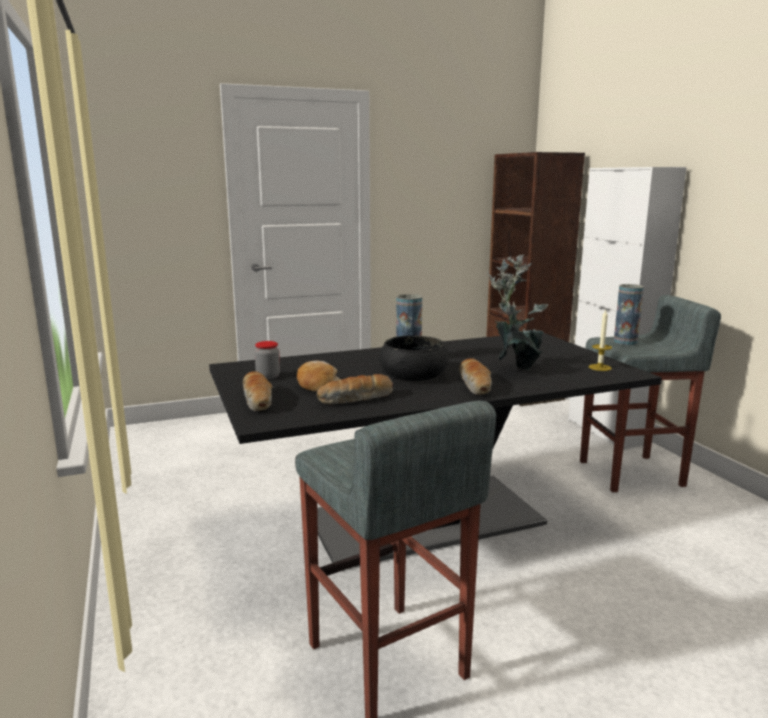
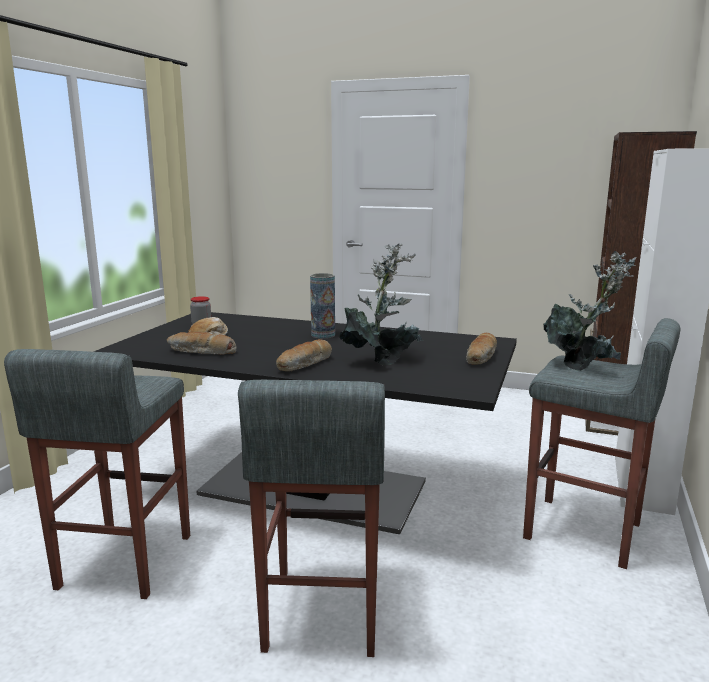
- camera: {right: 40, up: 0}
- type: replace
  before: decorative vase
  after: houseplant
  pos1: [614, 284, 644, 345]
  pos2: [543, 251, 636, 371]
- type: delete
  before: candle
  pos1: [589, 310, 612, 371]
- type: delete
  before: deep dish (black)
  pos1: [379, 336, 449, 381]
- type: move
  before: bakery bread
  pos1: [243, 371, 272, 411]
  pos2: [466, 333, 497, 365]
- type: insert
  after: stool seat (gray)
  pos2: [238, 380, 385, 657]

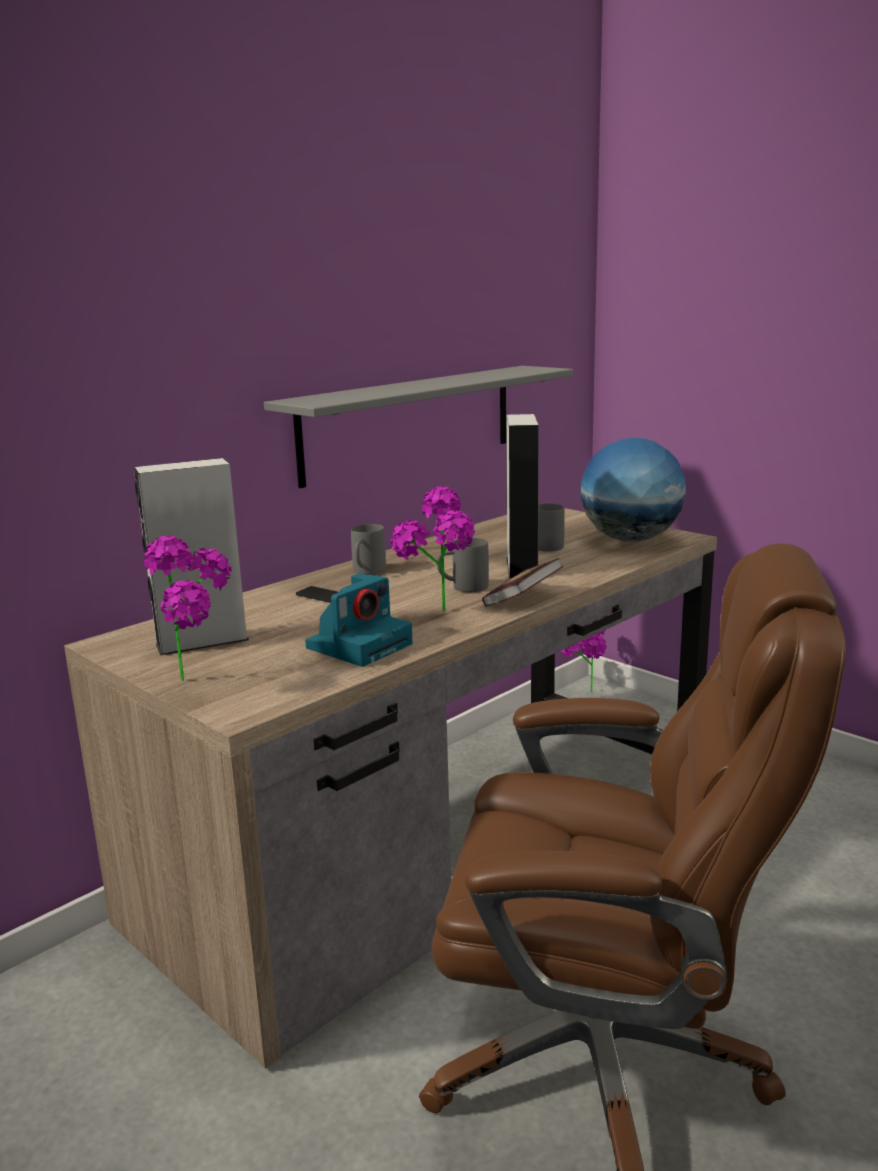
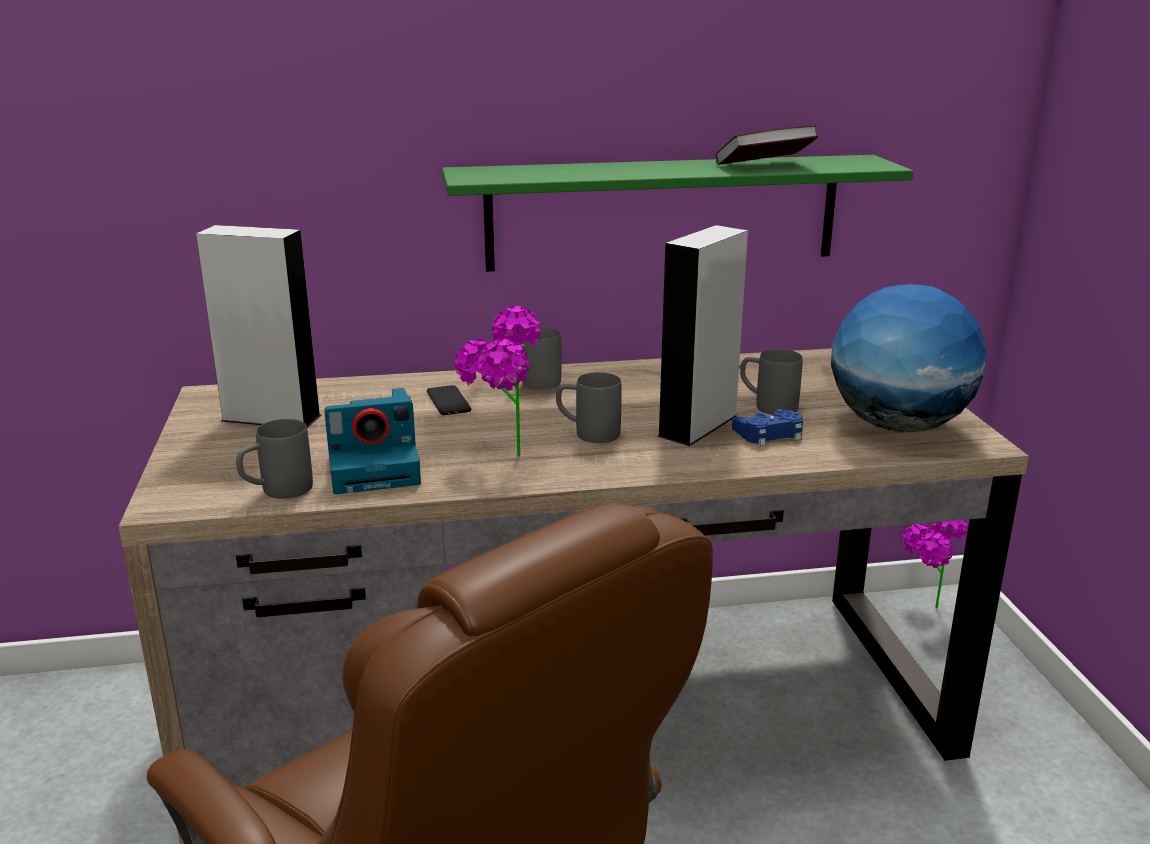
- camera: {right: 35, up: 5}
- type: recolor
  before: wall shelf (gray)
  after: wall shelf (green)
  pos1: [264, 366, 573, 488]
  pos2: [442, 155, 913, 272]
- type: delete
  before: houseplant
  pos1: [144, 536, 232, 681]
- type: move
  before: volume
  pos1: [482, 558, 563, 607]
  pos2: [716, 125, 819, 165]
- type: insert
  after: joypad (blue)
  pos2: [732, 409, 803, 446]
- type: insert
  after: tea mug (gray)
  pos2: [236, 419, 313, 499]

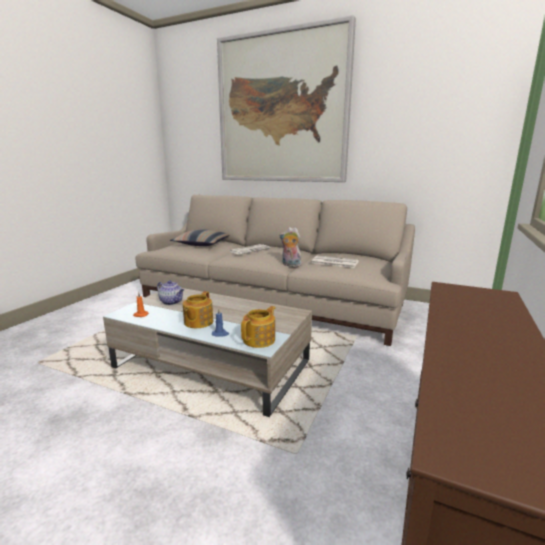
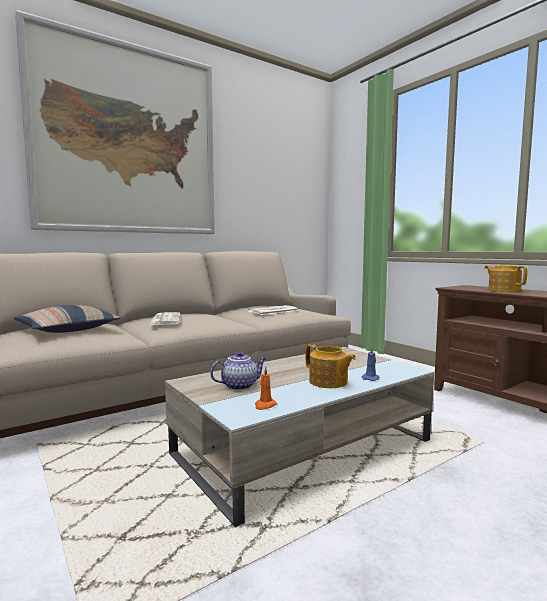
- camera: {right: -60, up: -10}
- type: delete
  before: cuddly toy
  pos1: [280, 227, 302, 267]
- type: move
  before: pot for tea
  pos1: [241, 306, 275, 348]
  pos2: [485, 265, 528, 292]

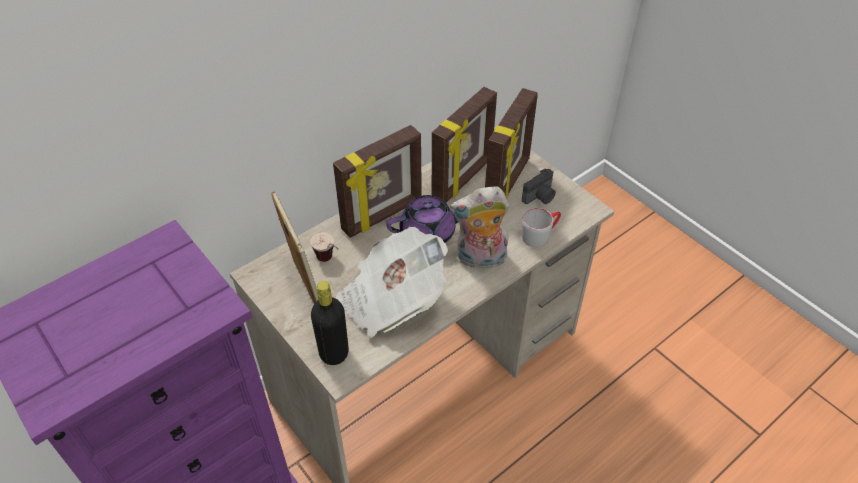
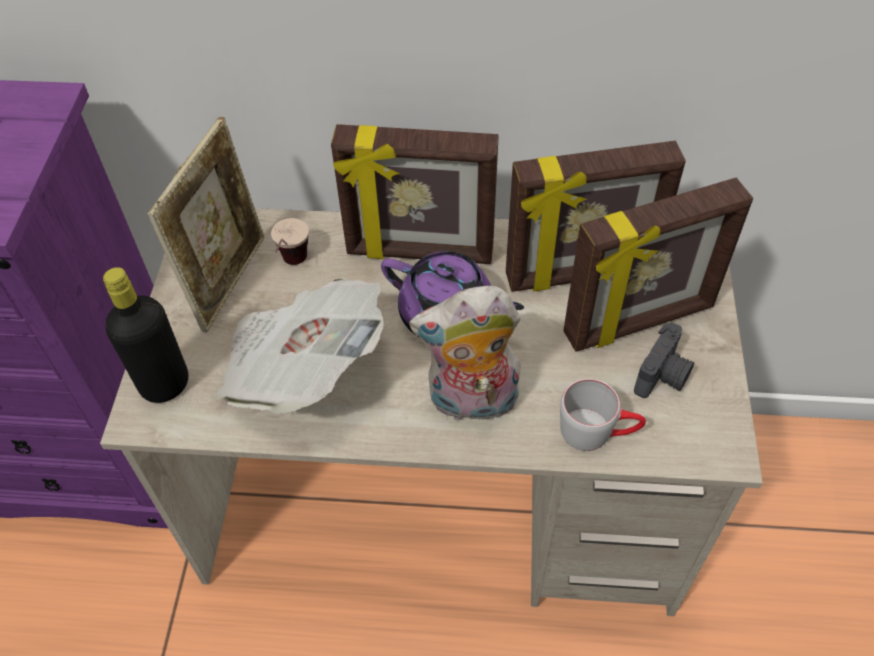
- camera: {right: 45, up: 5}
- type: rotate
  before: still camera
  pos1: [522, 169, 556, 204]
  pos2: [634, 322, 694, 398]
  turn: -60
- type: rotate
  before: cuddly toy
  pos1: [450, 186, 509, 268]
  pos2: [409, 286, 521, 420]
  turn: -45

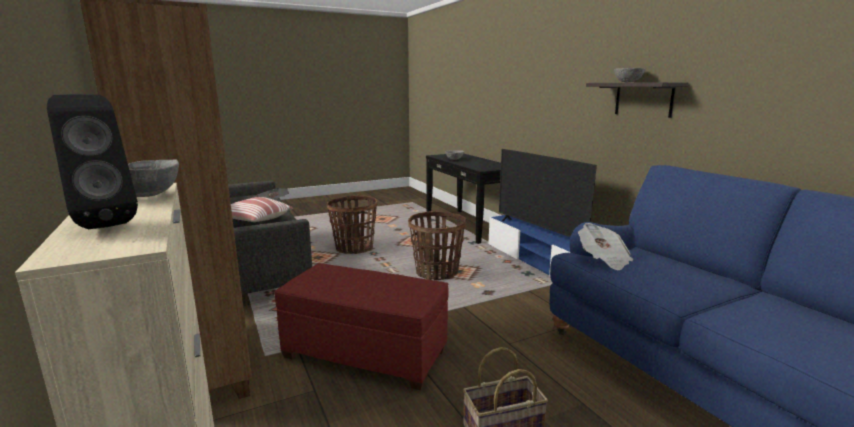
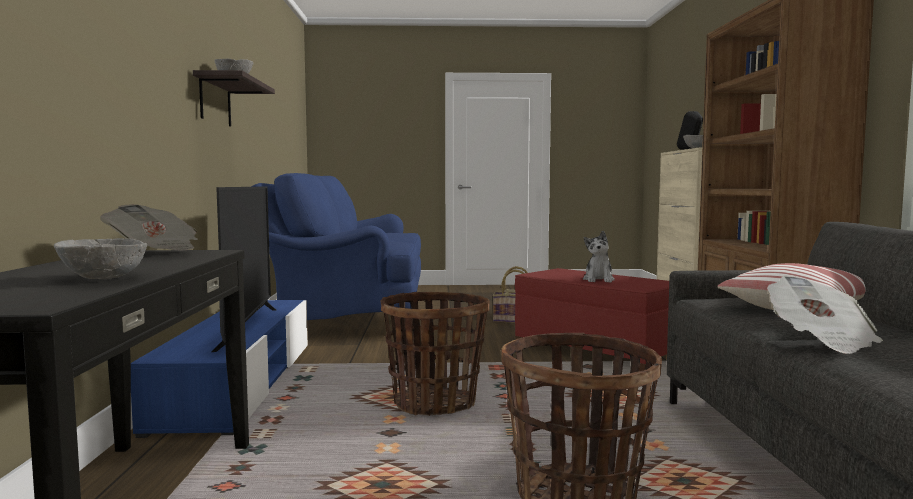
- camera: {right: -155, up: -10}
- type: move
  before: newspaper
  pos1: [578, 223, 633, 270]
  pos2: [100, 204, 198, 250]
- type: insert
  after: cuddly toy
  pos2: [583, 231, 615, 282]

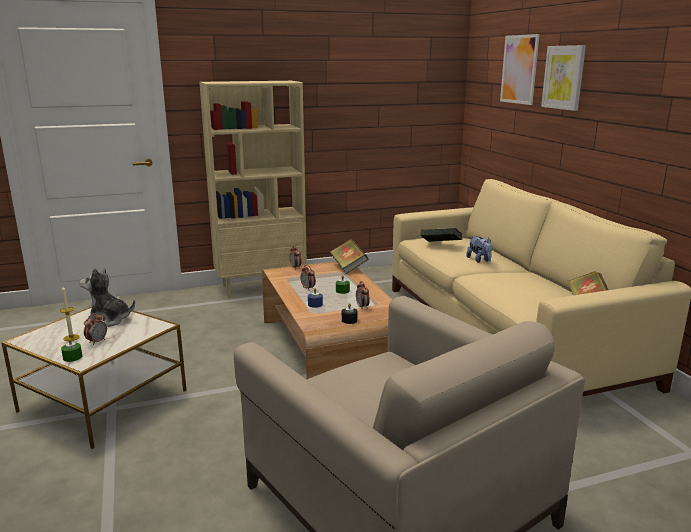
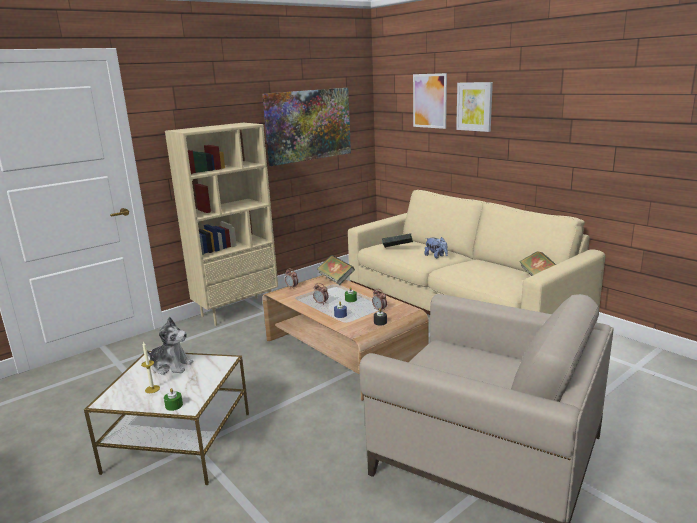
- camera: {right: -20, up: 0}
- type: rotate
  before: cuddly toy
  pos1: [79, 268, 135, 327]
  pos2: [147, 317, 193, 375]
  turn: -150
- type: delete
  before: alarm clock
  pos1: [84, 313, 107, 345]
- type: insert
  after: wall art
  pos2: [262, 88, 351, 166]

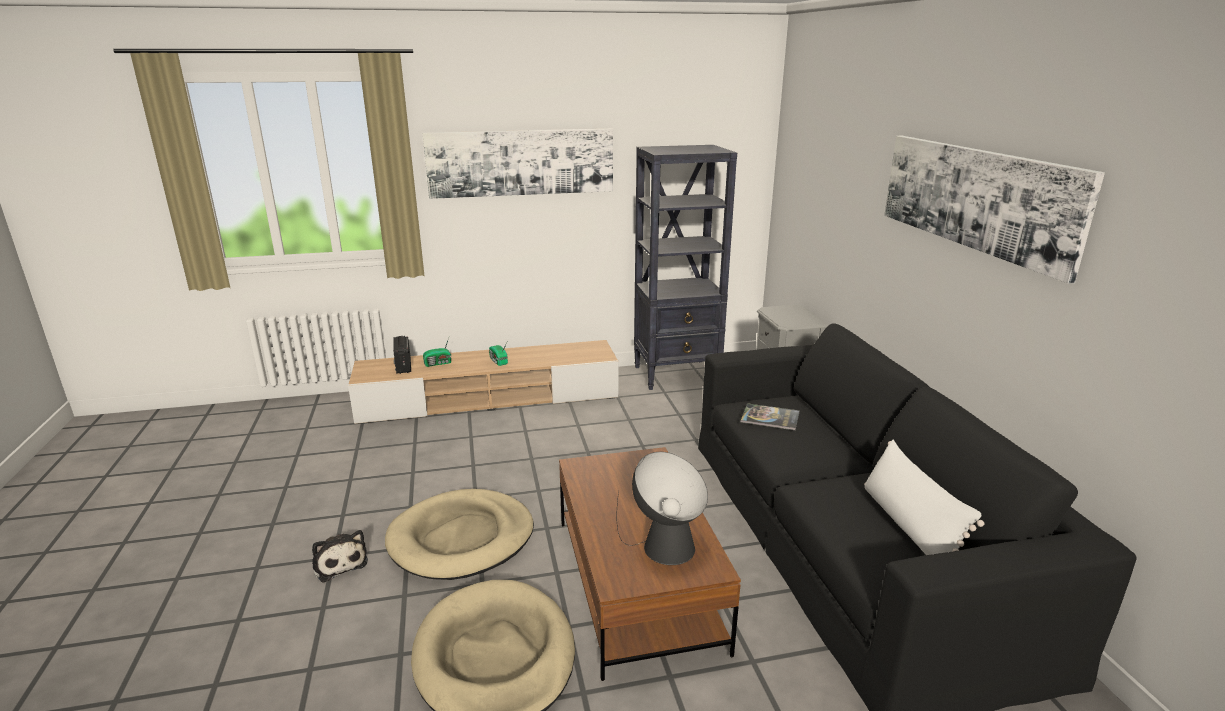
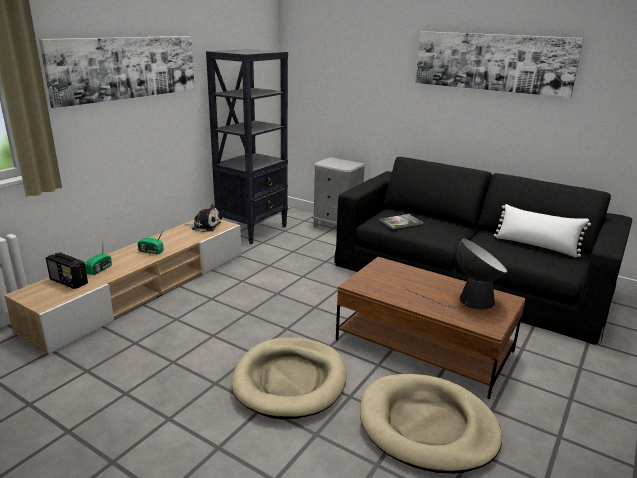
- camera: {right: -45, up: 0}
- type: move
  before: cuddly toy
  pos1: [312, 530, 368, 583]
  pos2: [184, 204, 221, 232]

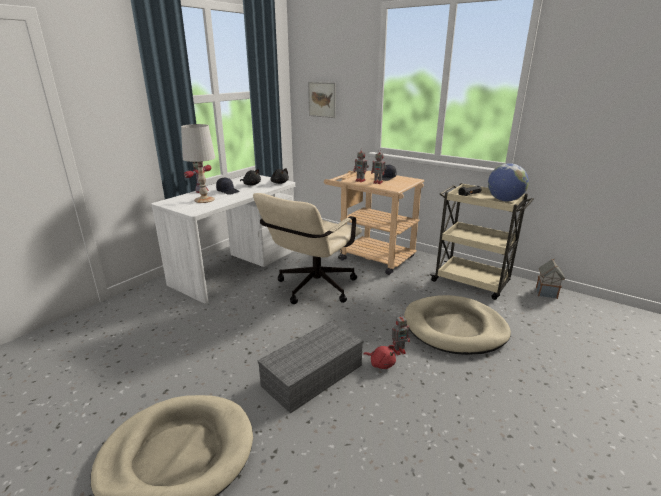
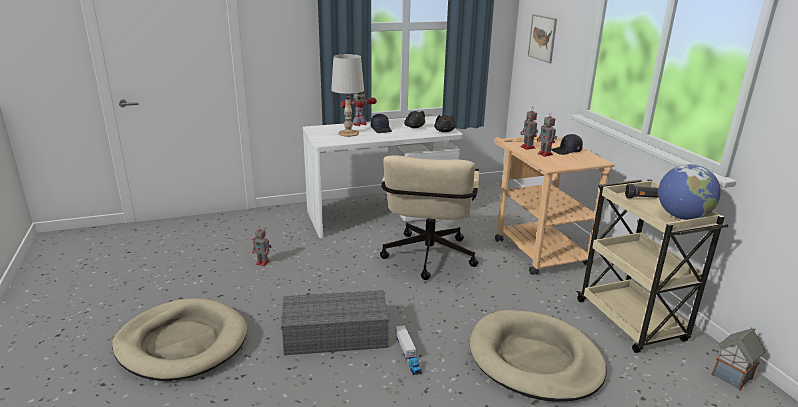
- camera: {right: 35, up: 0}
- type: rotate
  before: computer chair (sand-coloured)
  pos1: [253, 193, 362, 304]
  pos2: [380, 155, 479, 280]
  turn: -60
- type: move
  before: model robot
  pos1: [392, 314, 410, 355]
  pos2: [252, 228, 272, 266]
- type: replace
  before: cuddly toy (red)
  after: toy lorry
  pos1: [364, 345, 396, 369]
  pos2: [395, 325, 422, 375]

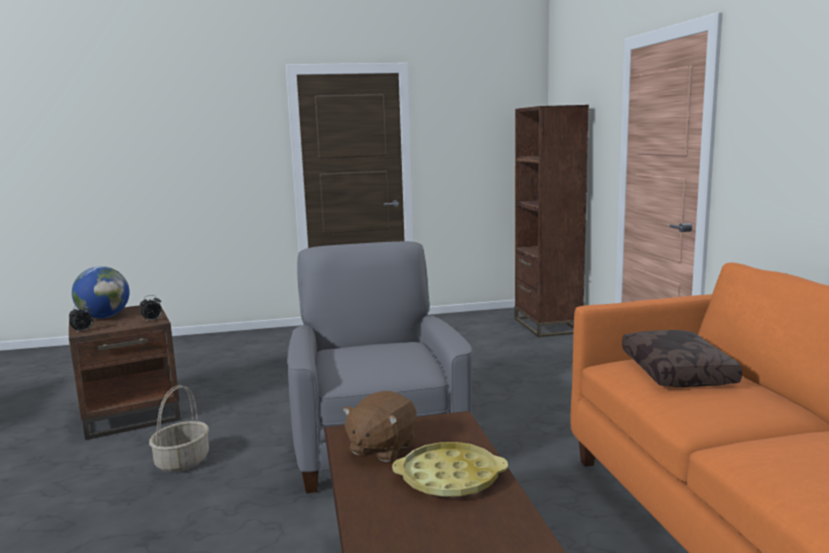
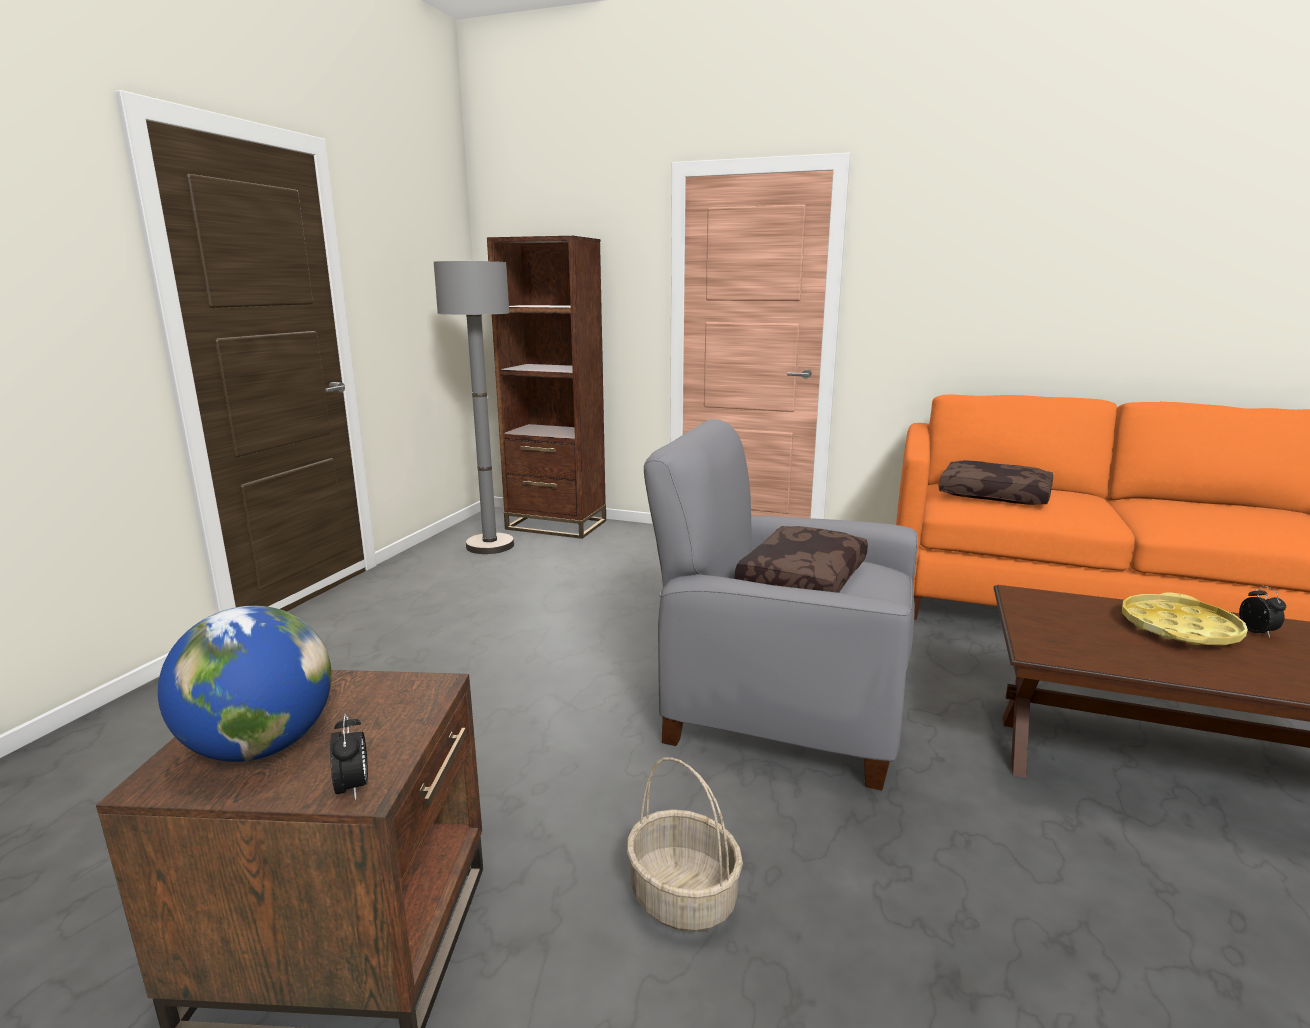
- camera: {right: -60, up: 5}
- type: move
  before: alarm clock
  pos1: [140, 295, 162, 322]
  pos2: [1239, 586, 1286, 638]
- type: delete
  before: cuddly toy (brown)
  pos1: [342, 391, 417, 462]
- type: insert
  after: standing lamp (gray)
  pos2: [434, 261, 514, 554]
- type: insert
  after: throw pillow (brown)
  pos2: [735, 526, 868, 593]

